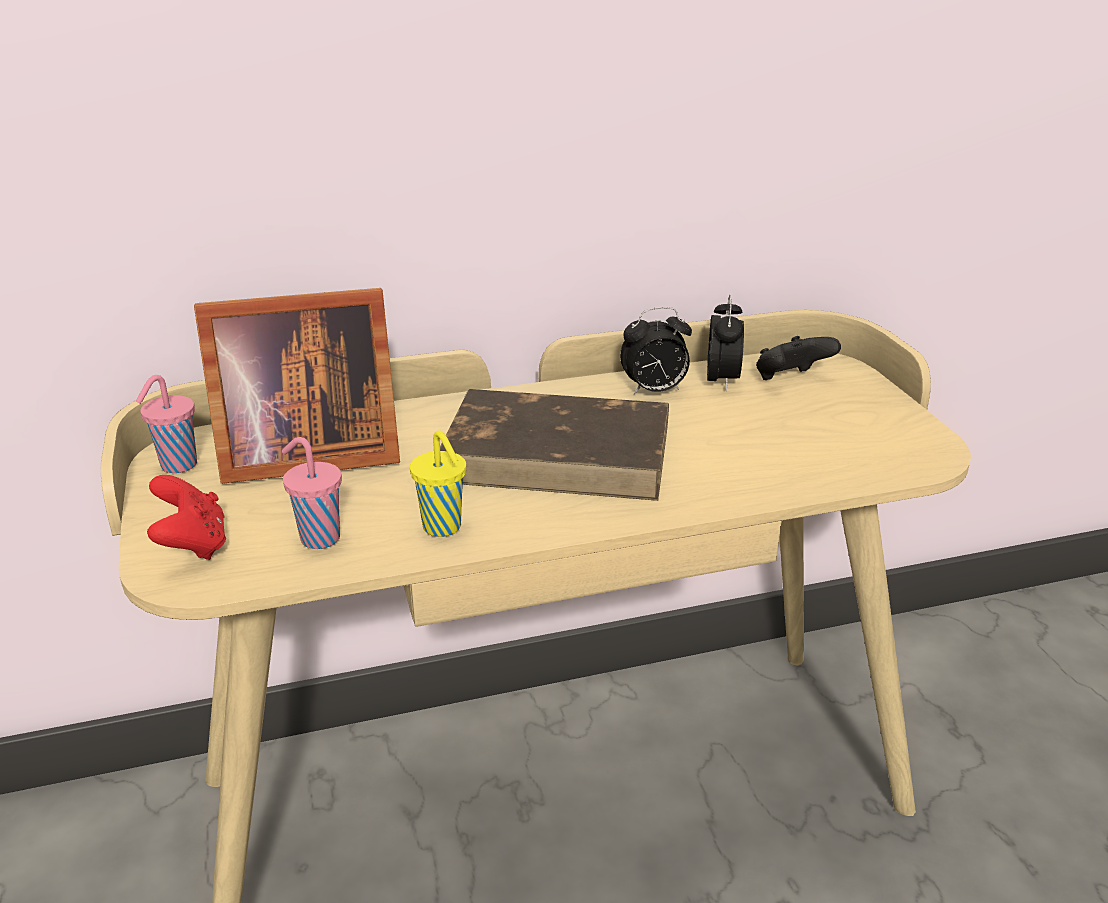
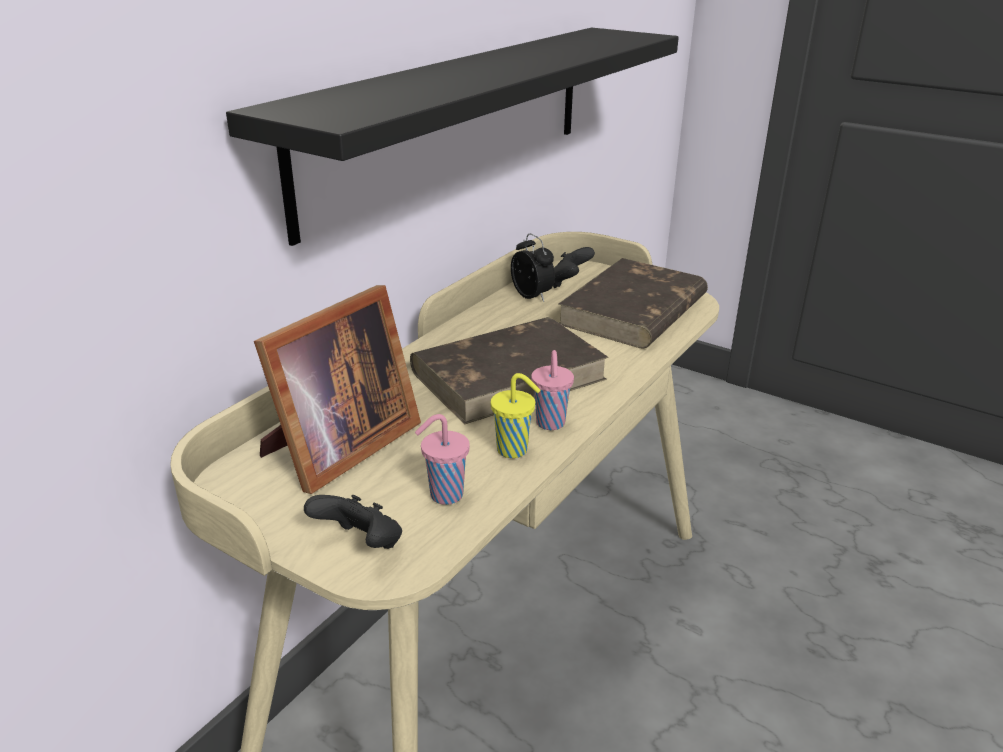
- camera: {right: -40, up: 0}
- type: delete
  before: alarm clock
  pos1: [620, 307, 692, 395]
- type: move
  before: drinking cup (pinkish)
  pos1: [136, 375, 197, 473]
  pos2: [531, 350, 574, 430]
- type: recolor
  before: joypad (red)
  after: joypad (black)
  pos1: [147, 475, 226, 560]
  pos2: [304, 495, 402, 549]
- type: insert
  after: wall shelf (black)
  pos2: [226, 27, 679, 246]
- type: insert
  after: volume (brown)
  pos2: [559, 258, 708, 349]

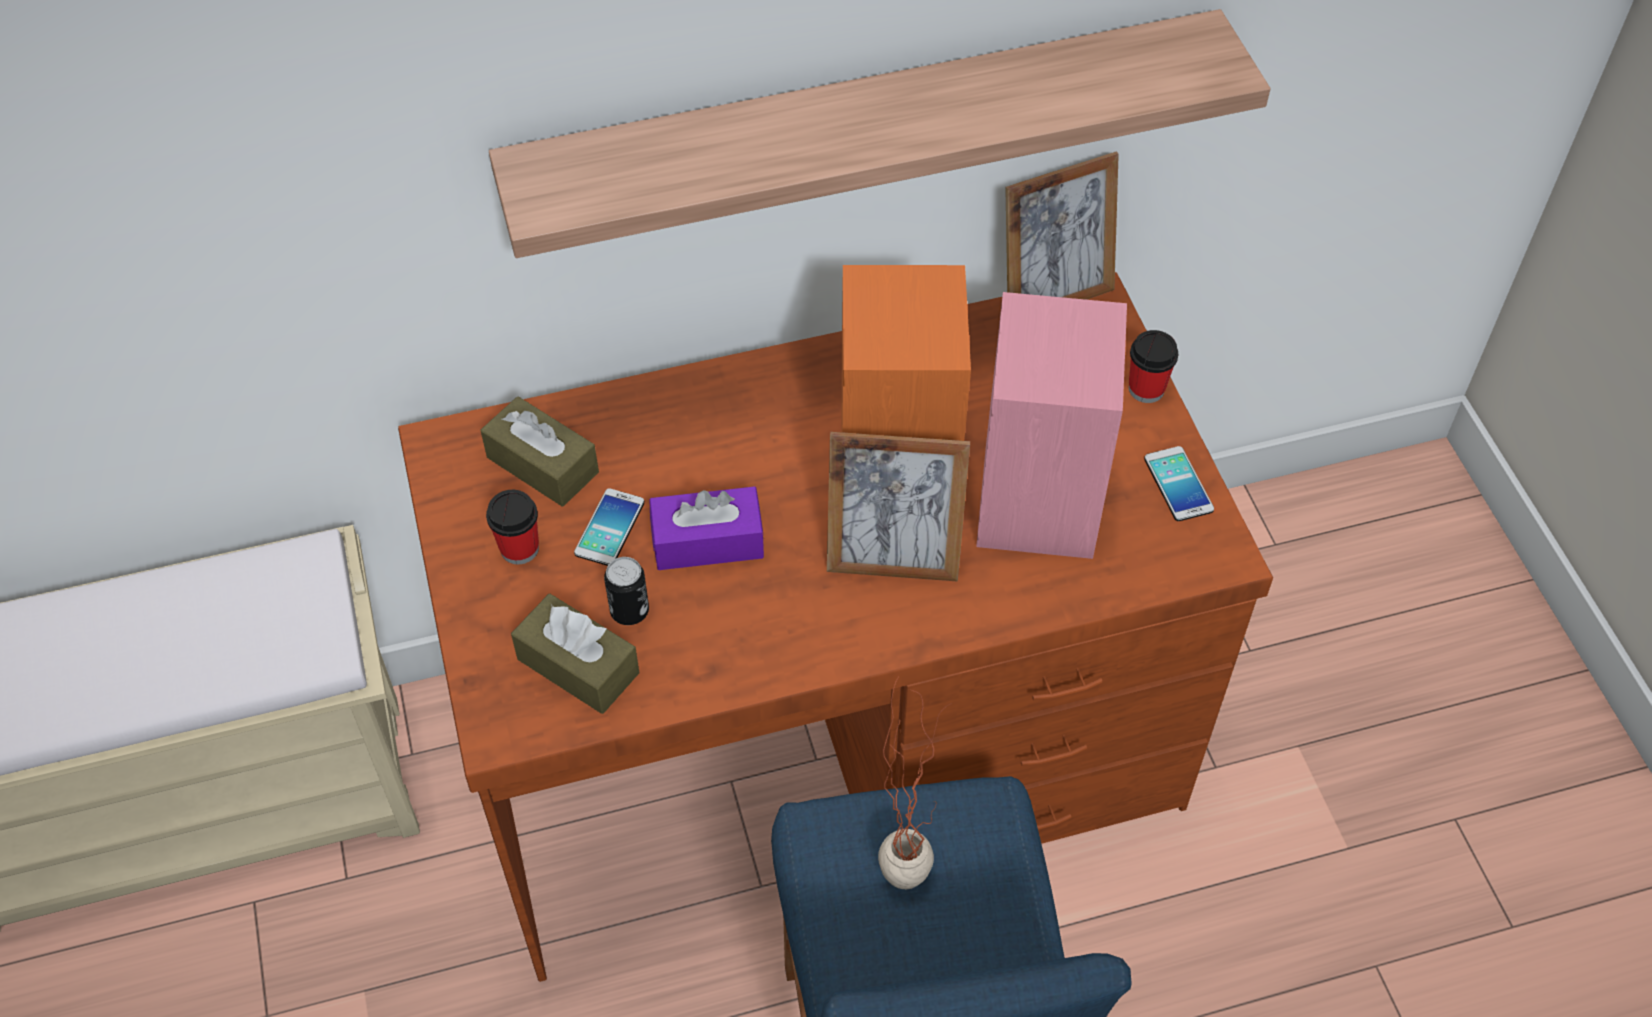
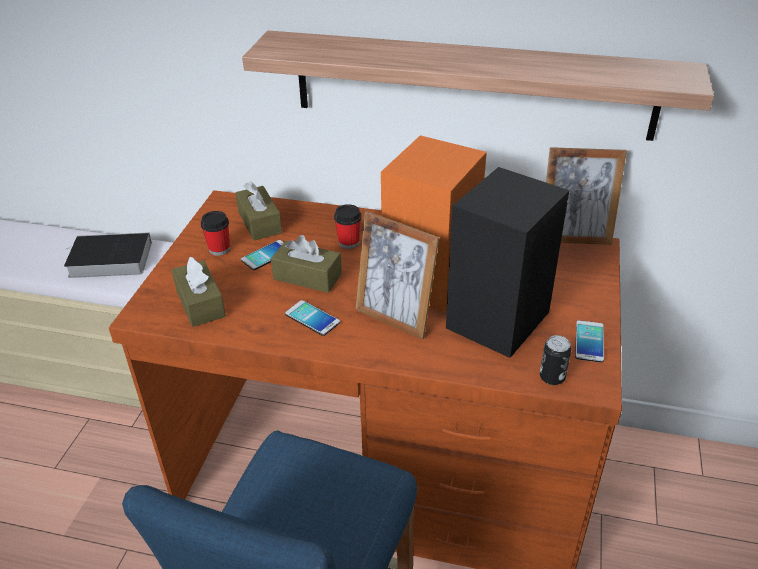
- camera: {right: 30, up: -15}
- type: recolor
  before: loudspeaker (pinkish)
  after: loudspeaker (black)
  pos1: [976, 292, 1127, 559]
  pos2: [446, 167, 569, 358]
- type: move
  before: drinking cup
  pos1: [1129, 330, 1178, 403]
  pos2: [334, 204, 362, 249]
- type: recolor
  before: box of tissues (purple-coloured)
  after: box of tissues (brown)
  pos1: [649, 486, 764, 570]
  pos2: [271, 235, 342, 293]
- type: move
  before: can
  pos1: [604, 557, 649, 625]
  pos2: [540, 335, 571, 385]
- type: delete
  before: houseplant
  pos1: [878, 675, 952, 889]
- type: insert
  after: volume
  pos2: [64, 232, 152, 278]
- type: insert
  after: phone
  pos2: [285, 300, 340, 336]

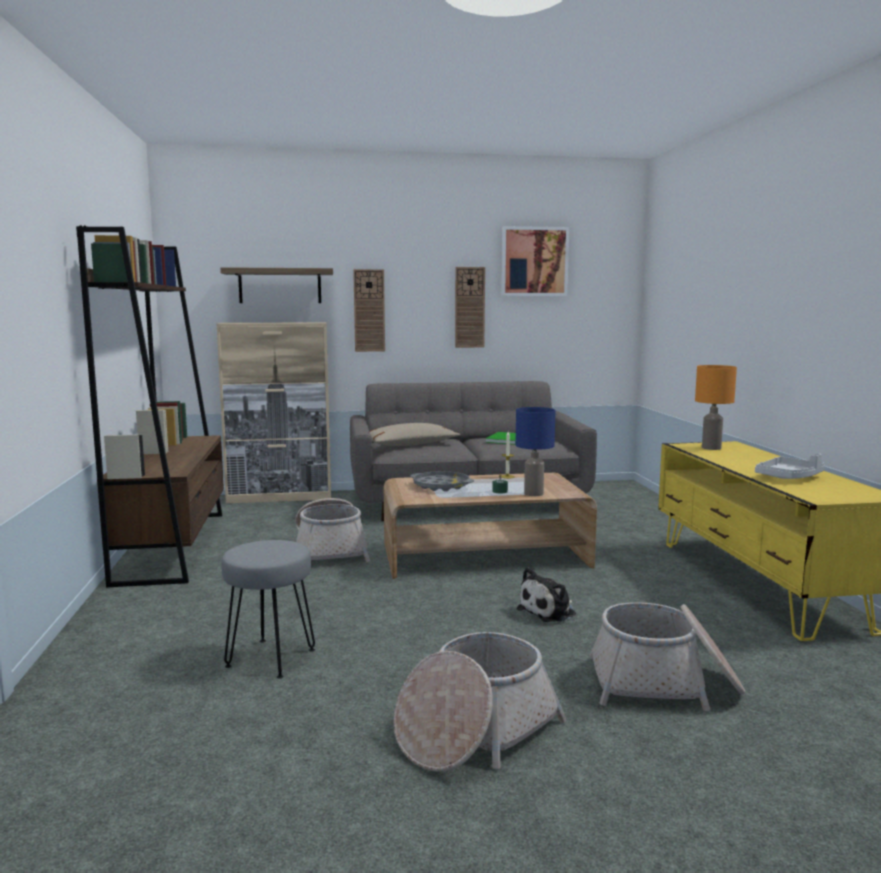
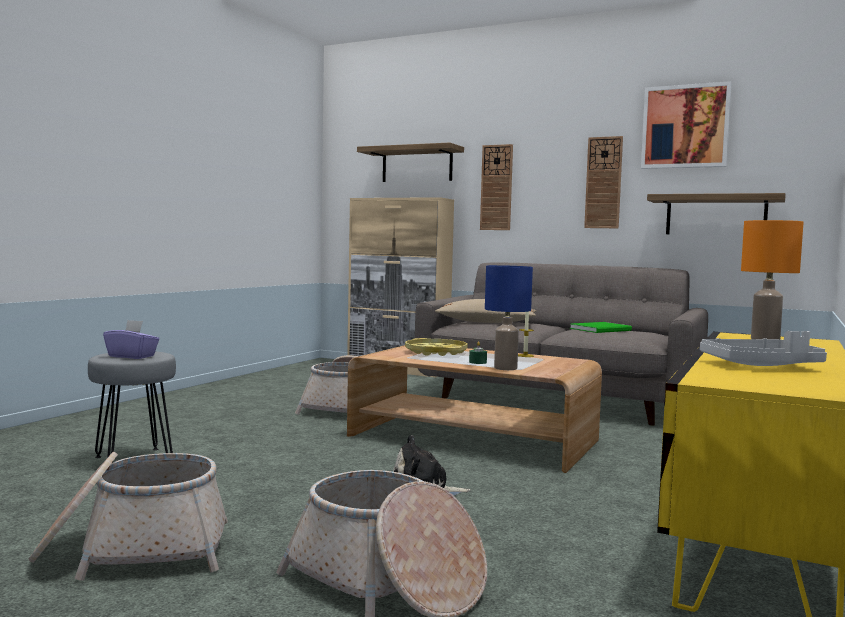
- camera: {right: 35, up: -5}
- type: delete
  before: bookcase (brown)
  pos1: [76, 226, 224, 587]
- type: recolor
  before: serving tray (gray)
  after: serving tray (yellow)
  pos1: [410, 471, 474, 491]
  pos2: [405, 338, 468, 356]
- type: insert
  after: wall shelf
  pos2: [647, 193, 785, 234]
- type: insert
  after: box of tissues (purple-coloured)
  pos2: [103, 320, 160, 359]

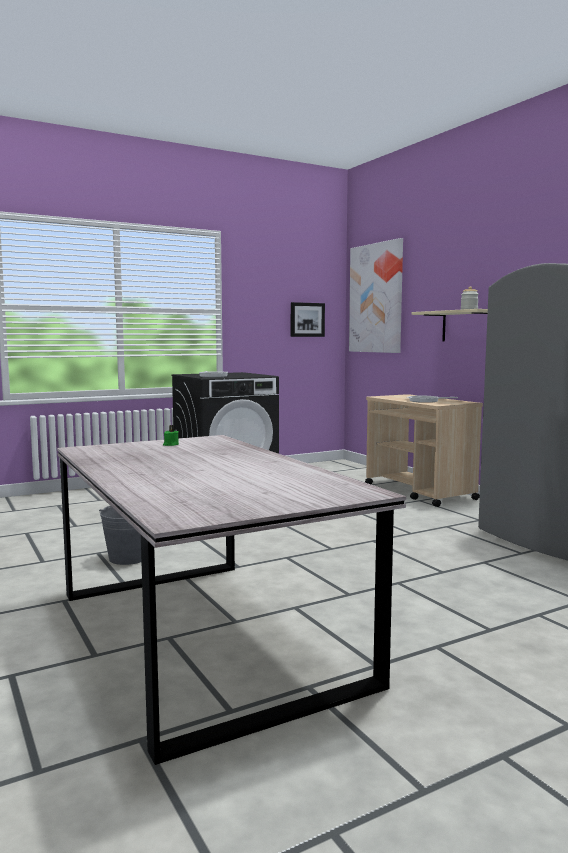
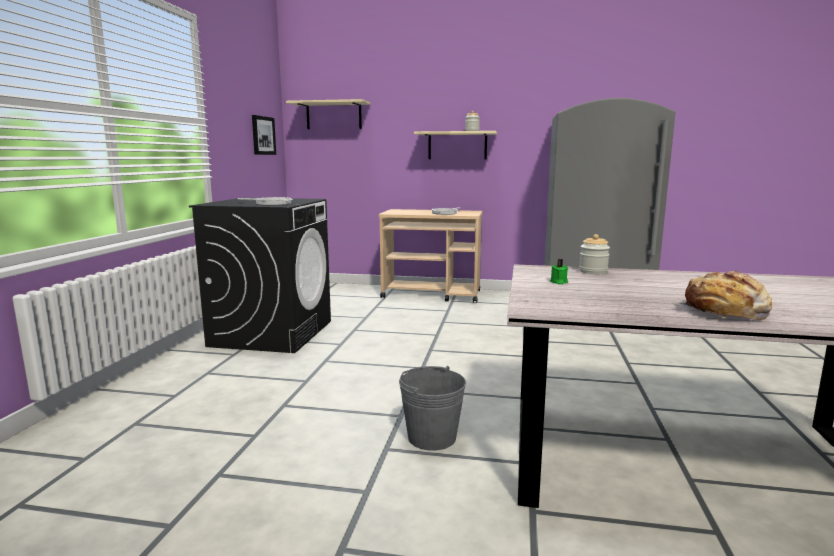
- camera: {right: -50, up: 5}
- type: replace
  before: wall art
  after: wall shelf (sand-coloured)
  pos1: [349, 238, 403, 353]
  pos2: [286, 99, 370, 129]
- type: insert
  after: preserve jar
  pos2: [579, 234, 610, 274]
- type: insert
  after: bakery bread
  pos2: [673, 271, 772, 320]

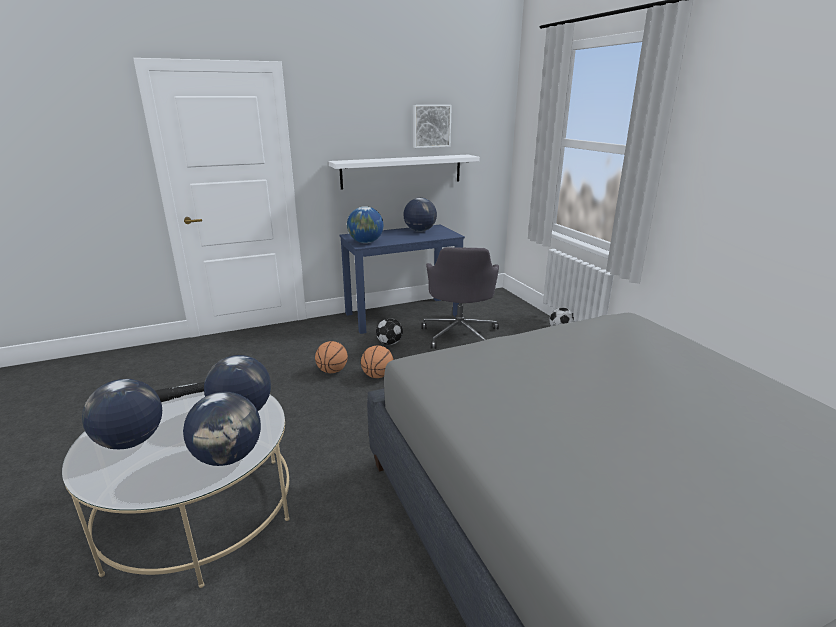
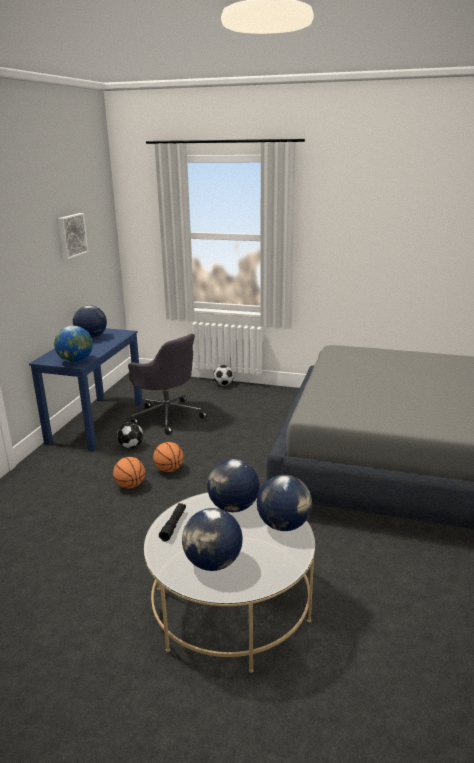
- camera: {right: -50, up: 0}
- type: delete
  before: wall shelf (white)
  pos1: [329, 155, 480, 190]

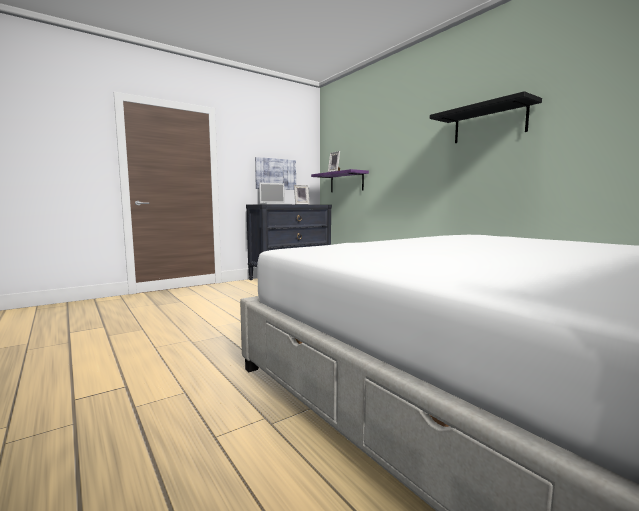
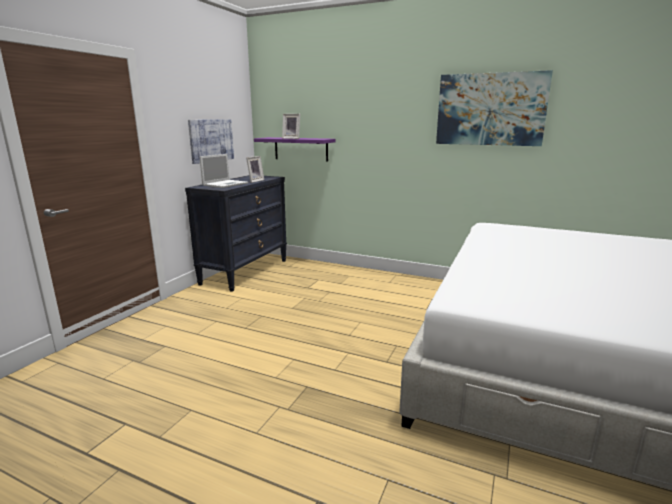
- camera: {right: -30, up: 10}
- type: replace
  before: wall shelf (black)
  after: wall art
  pos1: [430, 91, 542, 143]
  pos2: [436, 70, 553, 146]

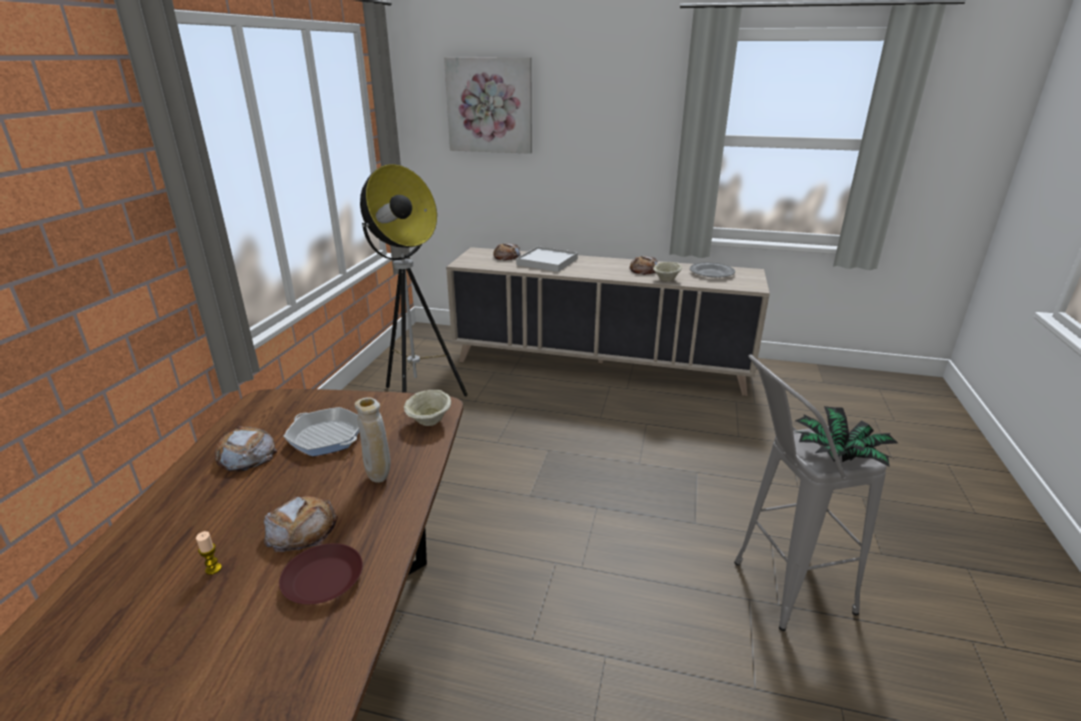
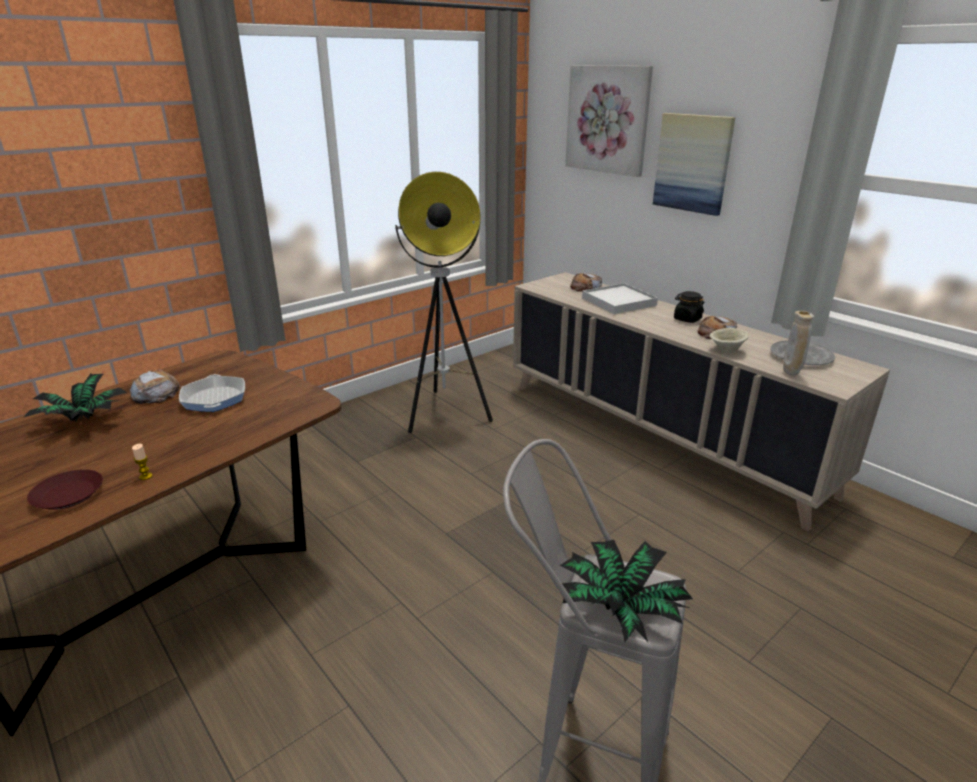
- camera: {right: 35, up: 0}
- type: delete
  before: deep dish (sand-coloured)
  pos1: [404, 390, 451, 426]
- type: move
  before: decorative vase (sand-coloured)
  pos1: [355, 397, 391, 483]
  pos2: [783, 311, 814, 376]
- type: delete
  before: bakery bread
  pos1: [264, 496, 338, 552]
- type: move
  before: candle
  pos1: [196, 531, 222, 575]
  pos2: [132, 444, 153, 480]
- type: insert
  after: wall art
  pos2: [653, 113, 735, 216]
- type: insert
  after: preserve jar (black)
  pos2: [674, 291, 705, 323]
- type: insert
  after: houseplant
  pos2: [23, 374, 127, 421]

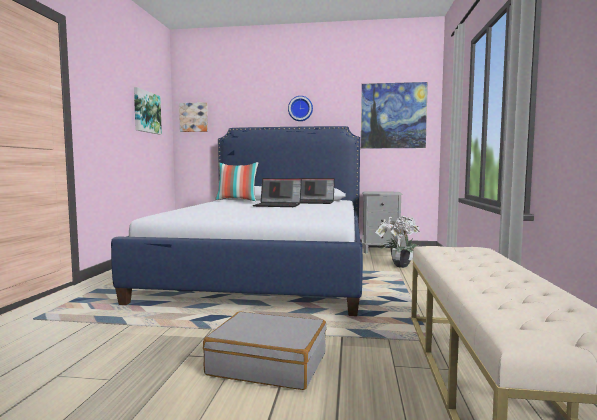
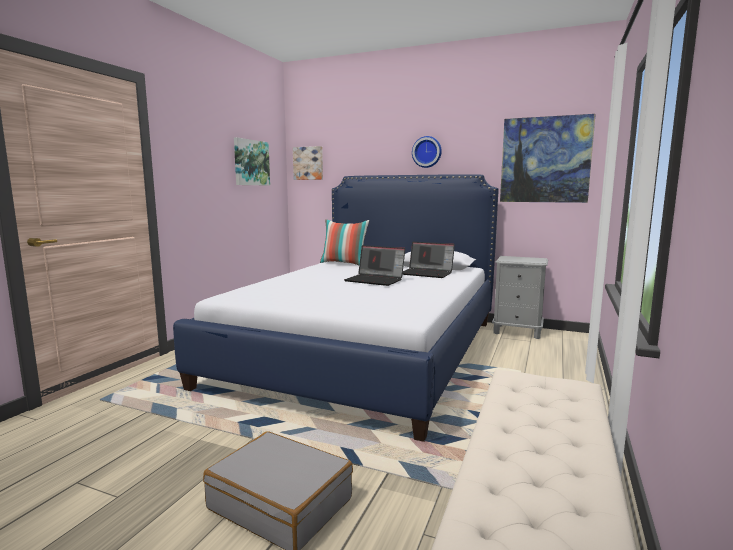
- camera: {right: 15, up: 5}
- type: delete
  before: houseplant
  pos1: [375, 215, 420, 268]

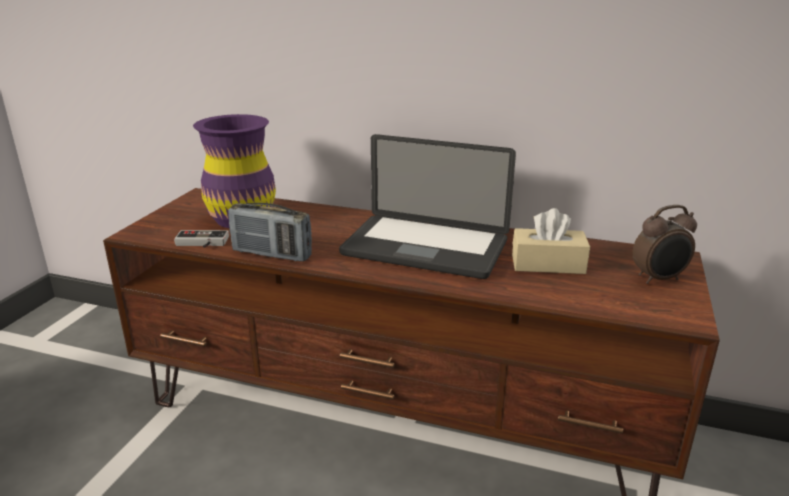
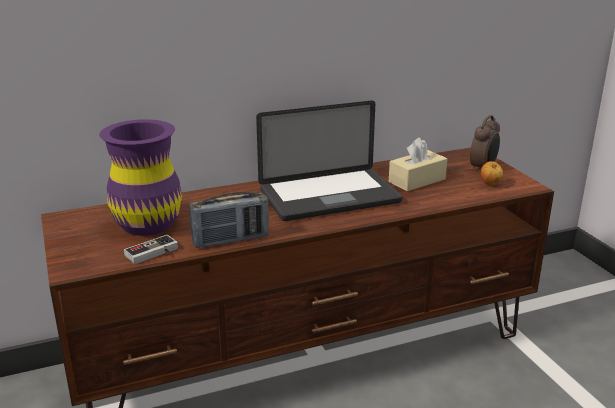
- camera: {right: -40, up: 0}
- type: insert
  after: apple
  pos2: [480, 161, 503, 185]

